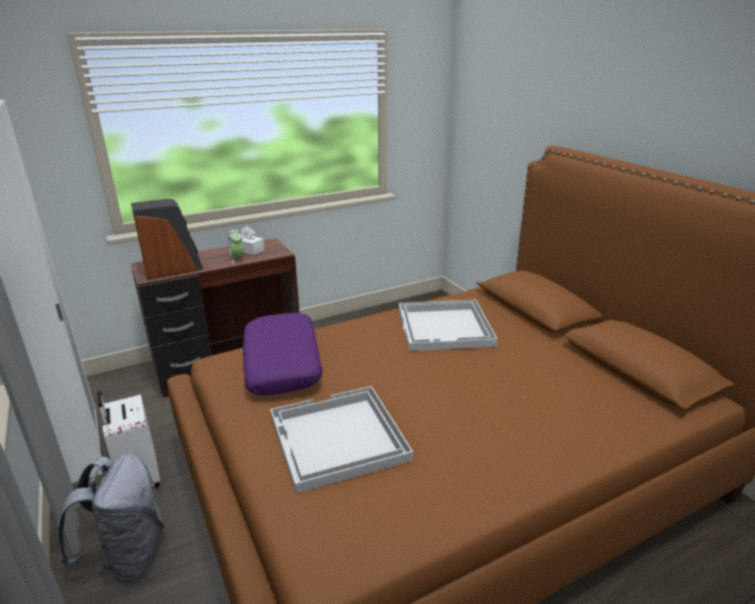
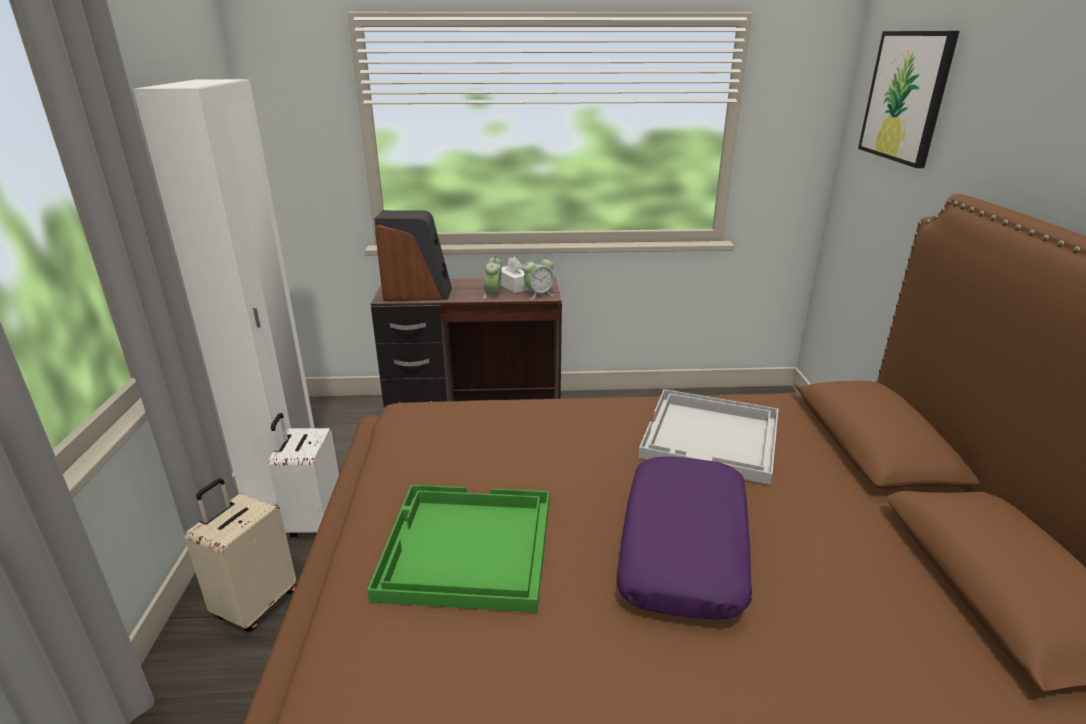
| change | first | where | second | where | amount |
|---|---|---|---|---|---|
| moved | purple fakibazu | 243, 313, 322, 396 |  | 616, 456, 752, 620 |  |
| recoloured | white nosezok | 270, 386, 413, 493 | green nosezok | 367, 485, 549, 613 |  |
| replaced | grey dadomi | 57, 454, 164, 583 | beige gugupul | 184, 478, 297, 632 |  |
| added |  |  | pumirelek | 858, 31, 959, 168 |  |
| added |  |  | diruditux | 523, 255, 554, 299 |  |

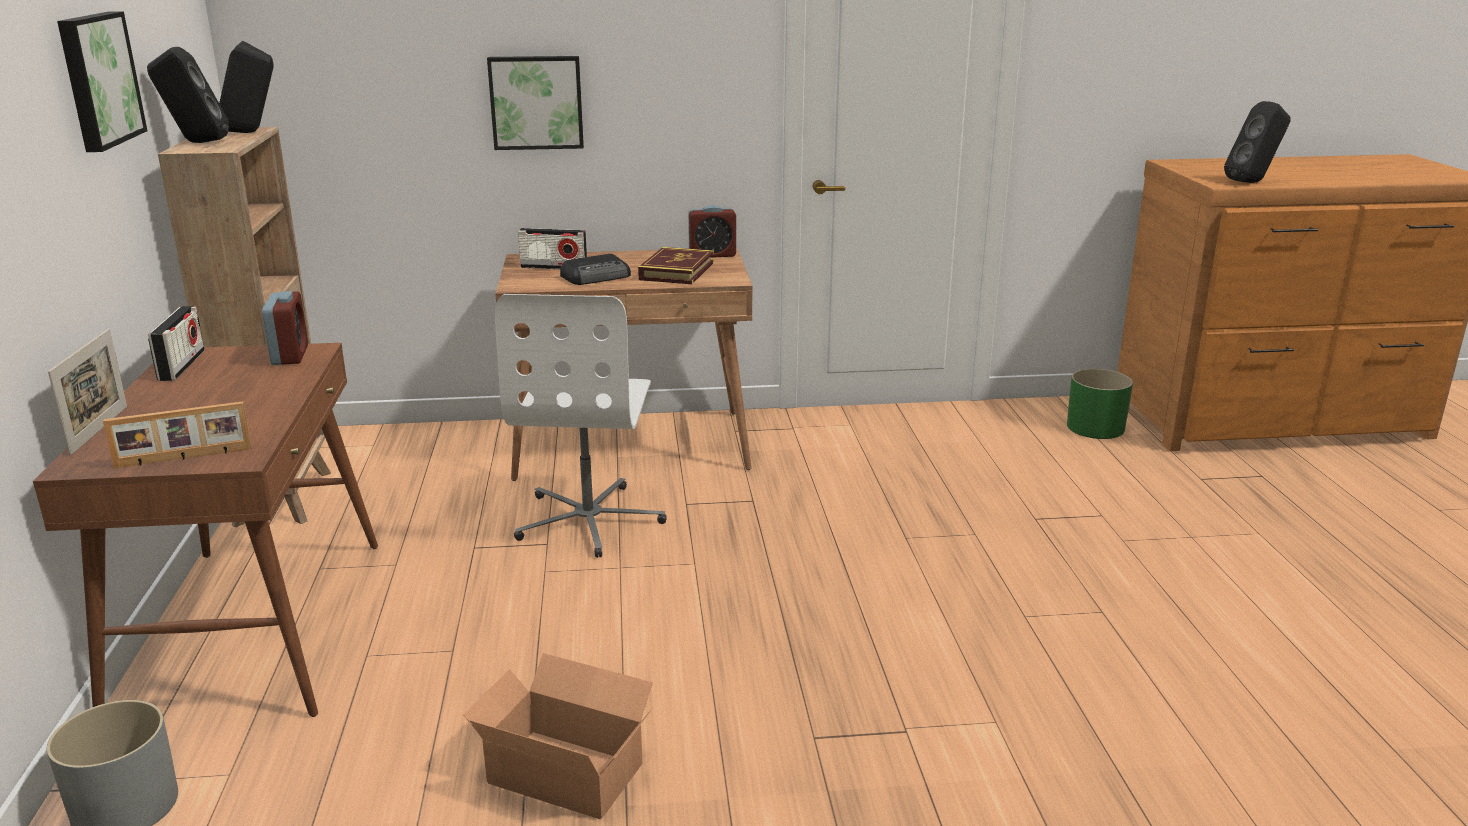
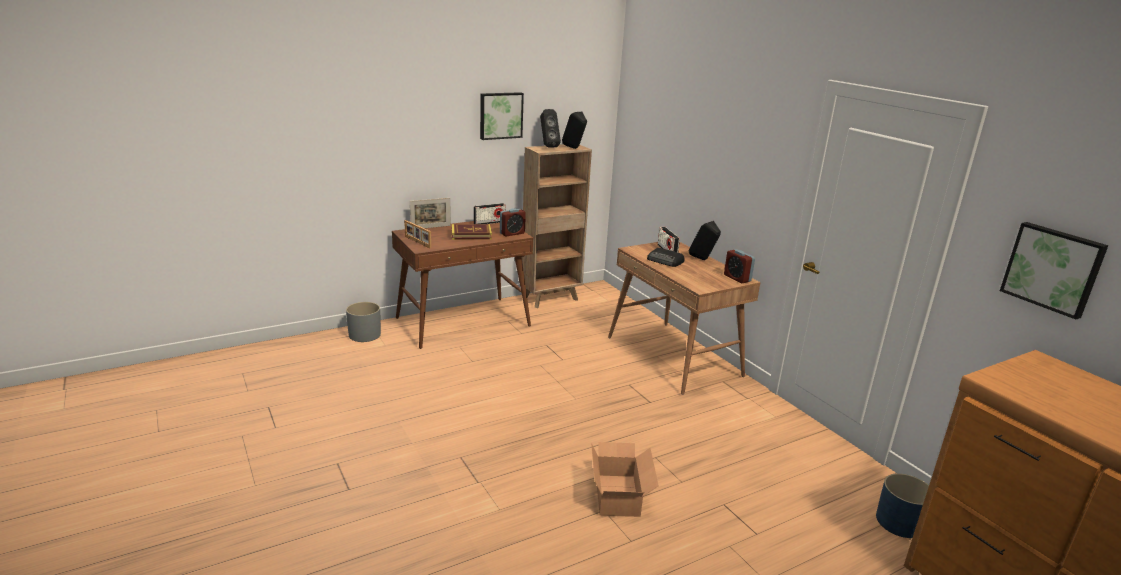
| change | first | where | second | where | amount |
|---|---|---|---|---|---|
| moved | pumirelek | 487, 56, 584, 150 |  | 1000, 222, 1108, 319 |  |
| moved | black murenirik | 1224, 101, 1291, 183 |  | 689, 221, 721, 260 |  |
| moved | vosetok | 638, 247, 714, 284 |  | 452, 224, 492, 240 |  |
| removed | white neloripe | 495, 294, 667, 558 |  |  |  |
| recoloured | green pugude | 1067, 369, 1133, 439 | blue pugude | 876, 473, 929, 538 |  |
| moved | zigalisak | 463, 653, 654, 819 |  | 591, 442, 659, 517 |  |

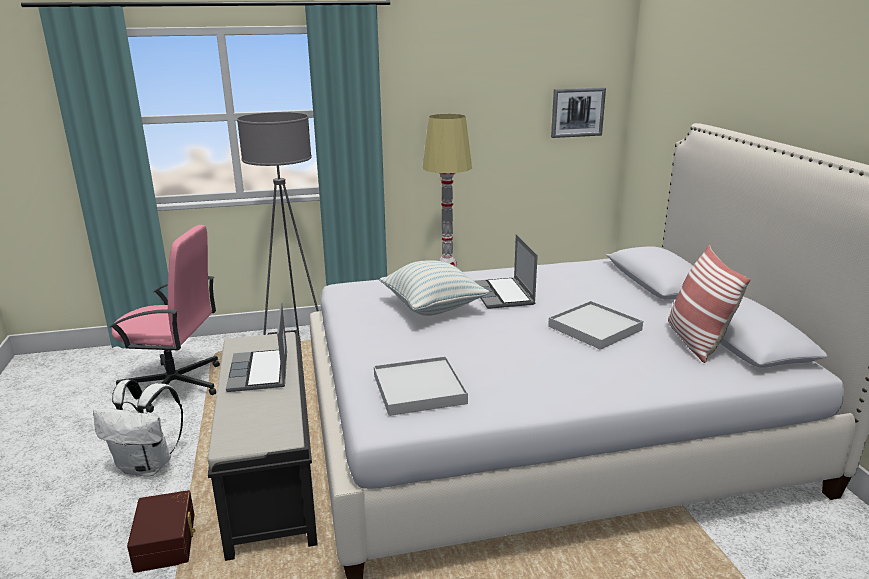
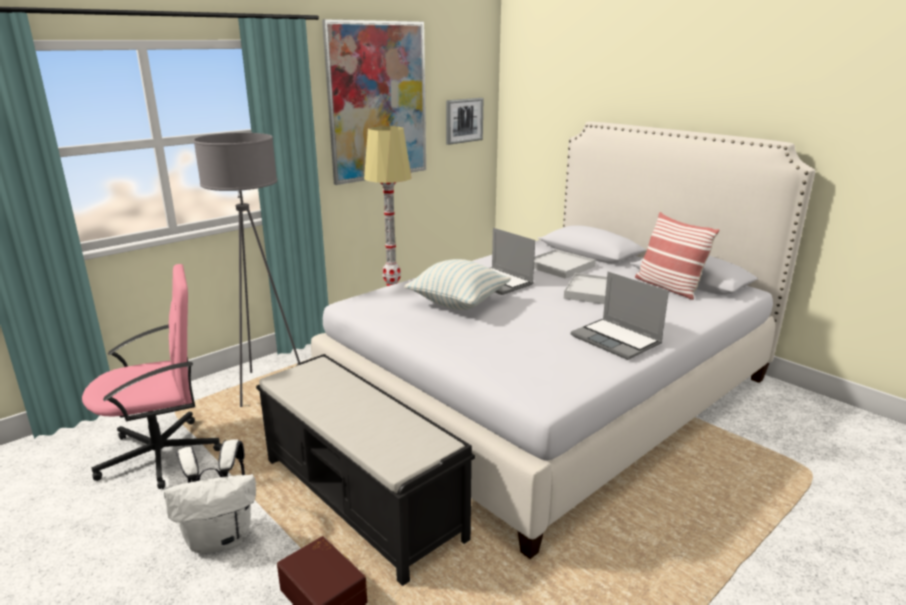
| change | first | where | second | where | amount |
|---|---|---|---|---|---|
| moved | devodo | 226, 302, 287, 392 |  | 571, 272, 669, 360 |  |
| moved | white nosezok | 374, 356, 468, 416 |  | 534, 249, 595, 279 |  |
| added |  |  | pumirelek | 322, 19, 426, 185 |  |

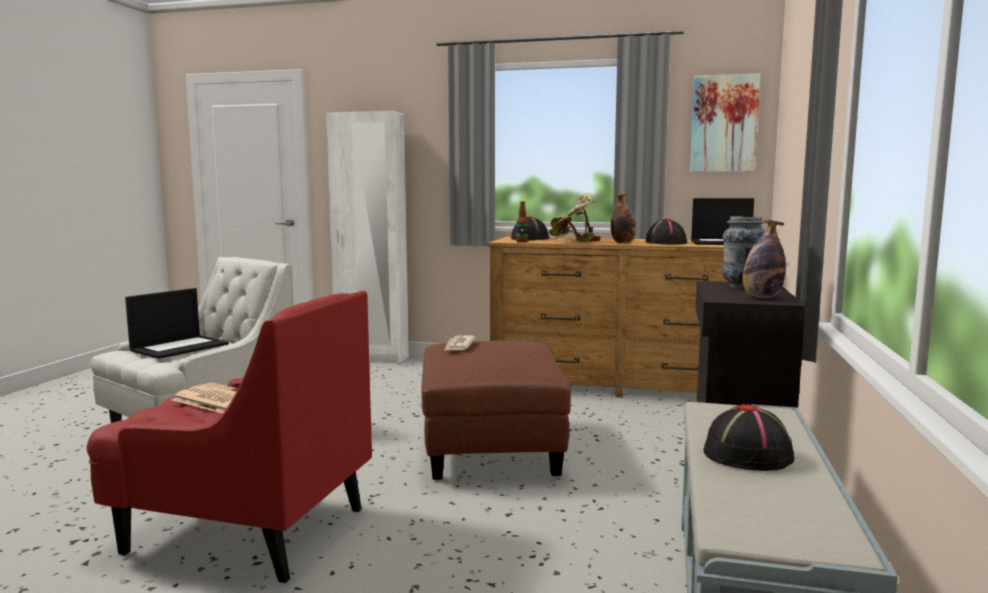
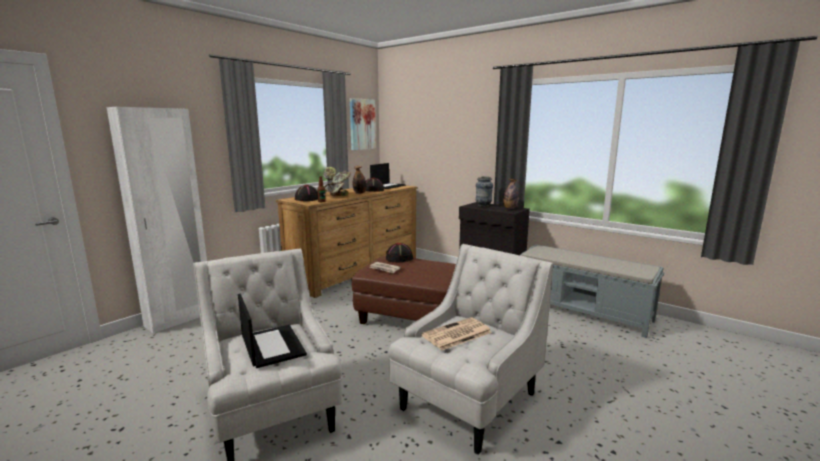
| change | first | where | second | where | amount |
|---|---|---|---|---|---|
| recoloured | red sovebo | 86, 291, 372, 583 | white sovebo | 389, 244, 553, 455 |  |
| moved | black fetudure | 703, 404, 795, 471 |  | 386, 243, 413, 263 |  |

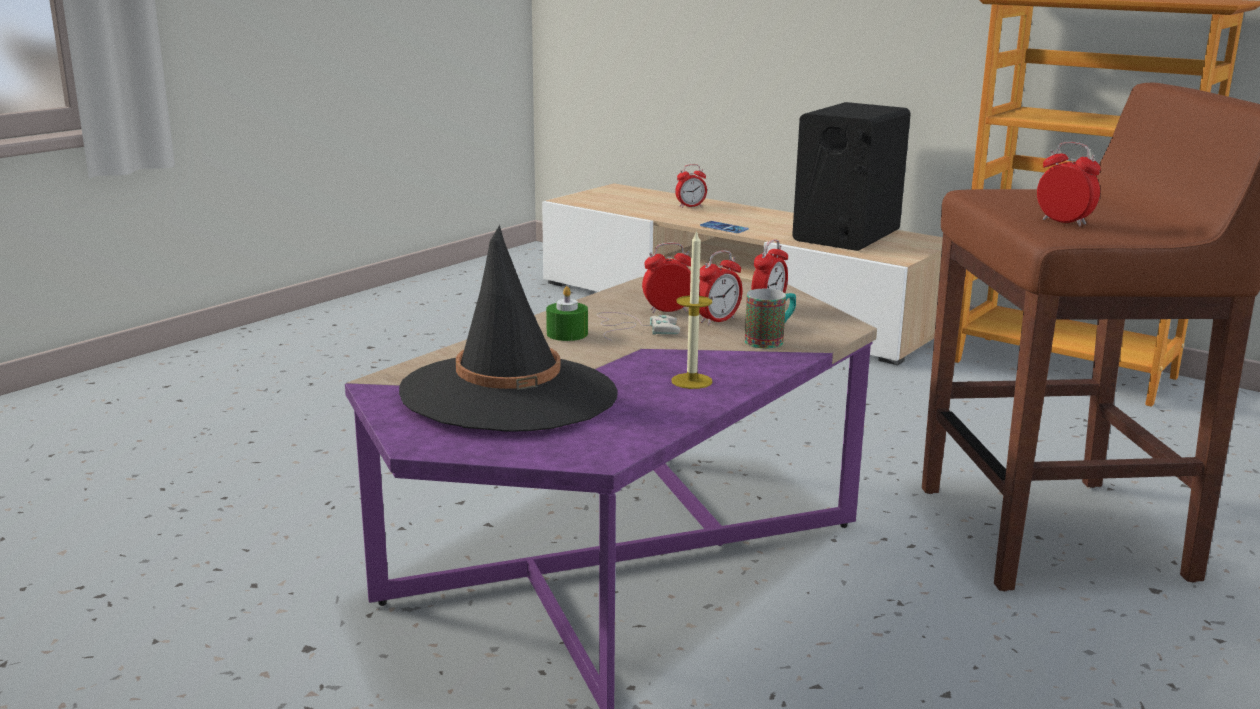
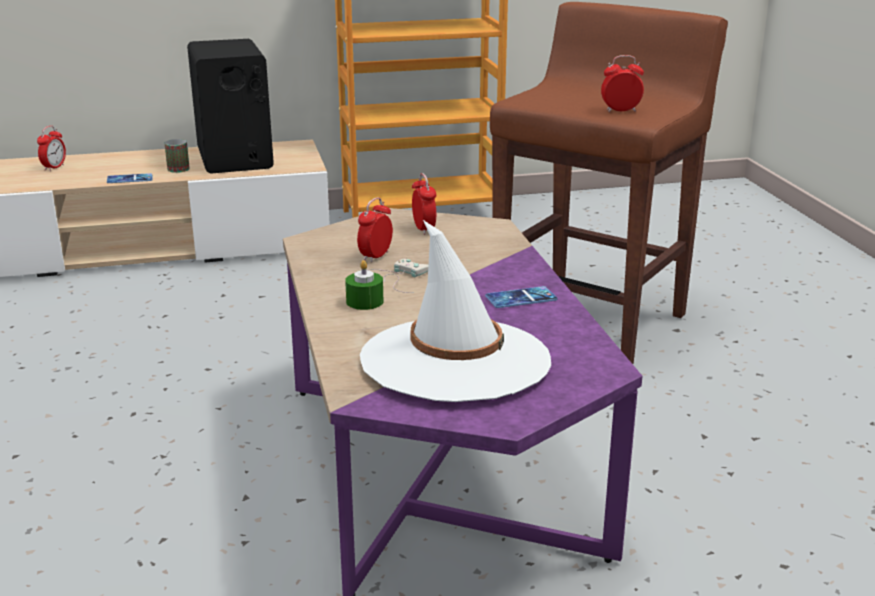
| change | first | where | second | where | amount |
|---|---|---|---|---|---|
| recoloured | black fetudure | 399, 225, 618, 432 | white fetudure | 360, 220, 551, 402 |  |
| replaced | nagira | 671, 230, 713, 389 | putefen | 485, 286, 557, 308 |  |
| removed | diruditux | 699, 250, 742, 325 |  |  |  |
| moved | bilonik | 745, 289, 796, 348 |  | 164, 139, 190, 173 |  |

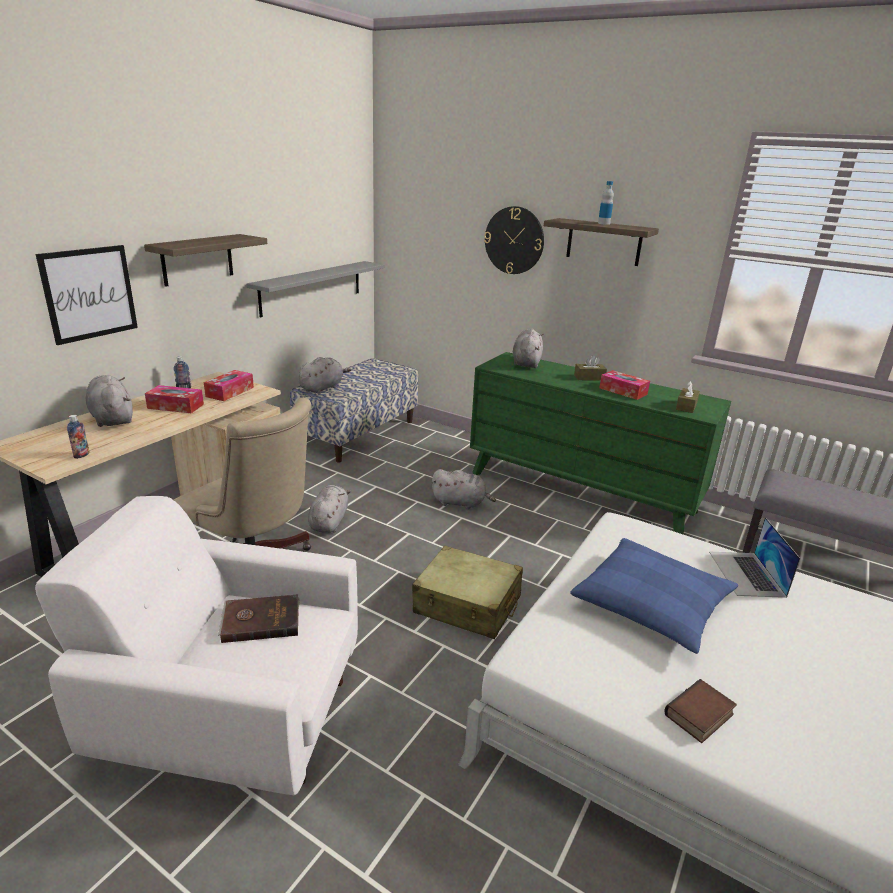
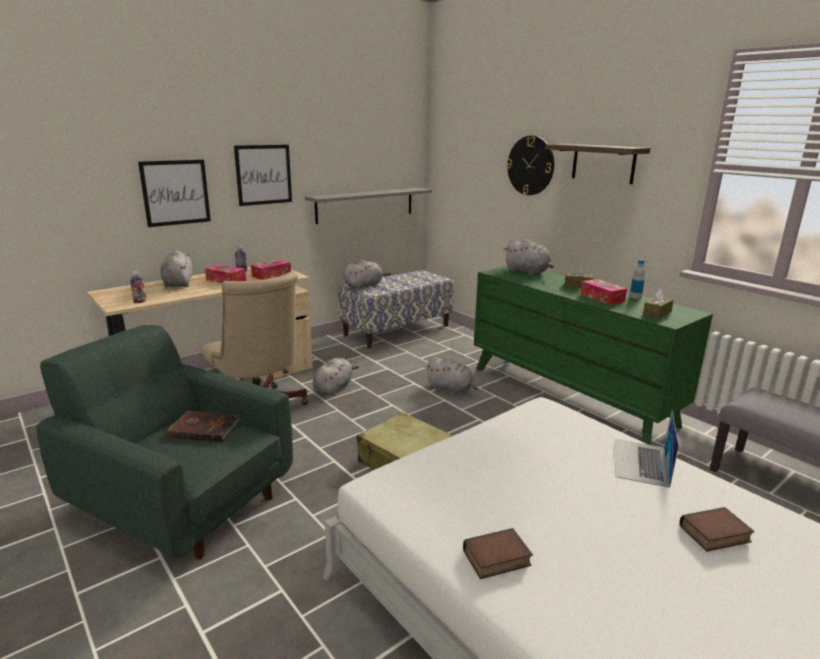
| change | first | where | second | where | amount |
|---|---|---|---|---|---|
| moved | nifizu | 598, 181, 614, 225 |  | 629, 260, 645, 299 |  |
| replaced | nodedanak | 144, 234, 267, 287 | pumirelek | 234, 145, 292, 206 |  |
| turned | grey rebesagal | 513, 329, 544, 368 |  | 503, 239, 554, 275 | 105 degrees clockwise |
| recoloured | white sovebo | 35, 496, 358, 795 | green sovebo | 36, 325, 293, 560 |  |
| removed | blue fakibazu | 570, 538, 738, 654 |  |  |  |
| added |  |  | vosetok | 680, 507, 754, 551 |  |

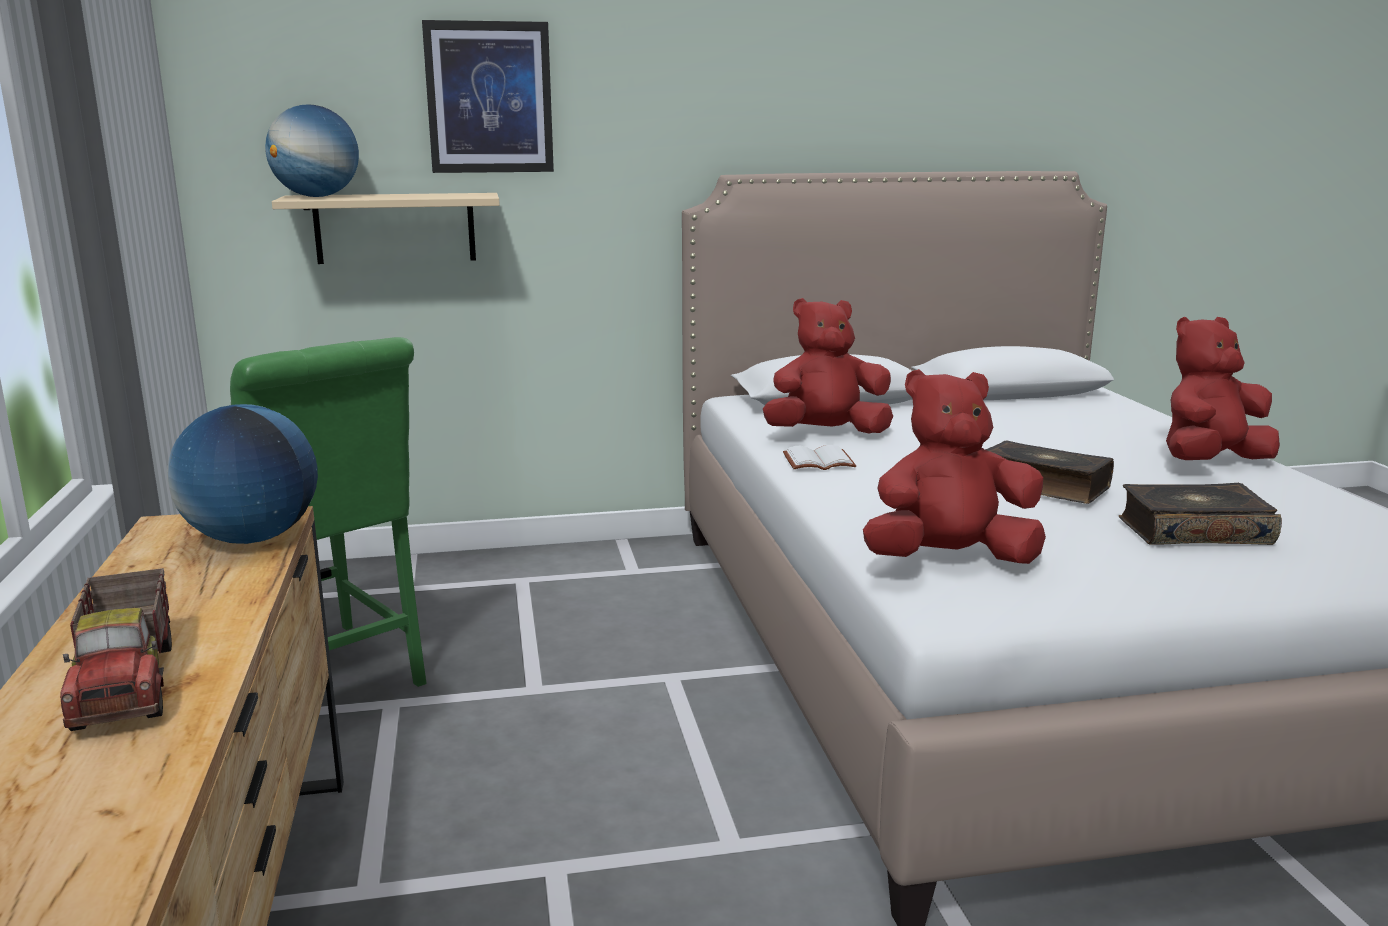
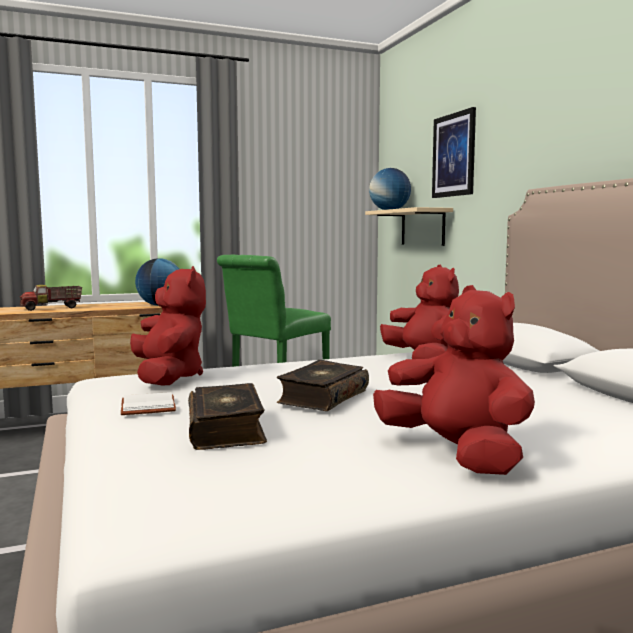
| change | first | where | second | where | amount |
|---|---|---|---|---|---|
| moved | white vosetok | 783, 445, 856, 470 |  | 121, 392, 176, 415 |  |

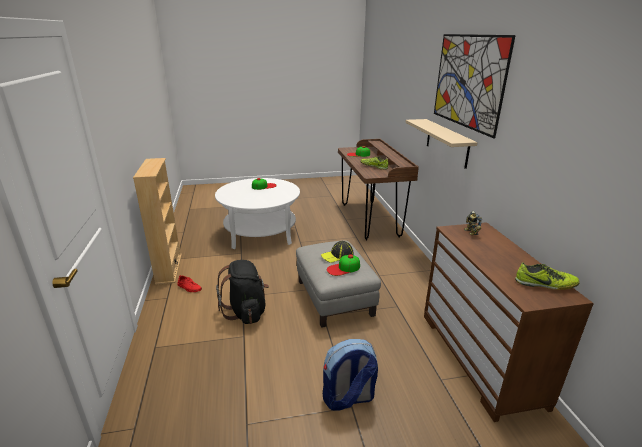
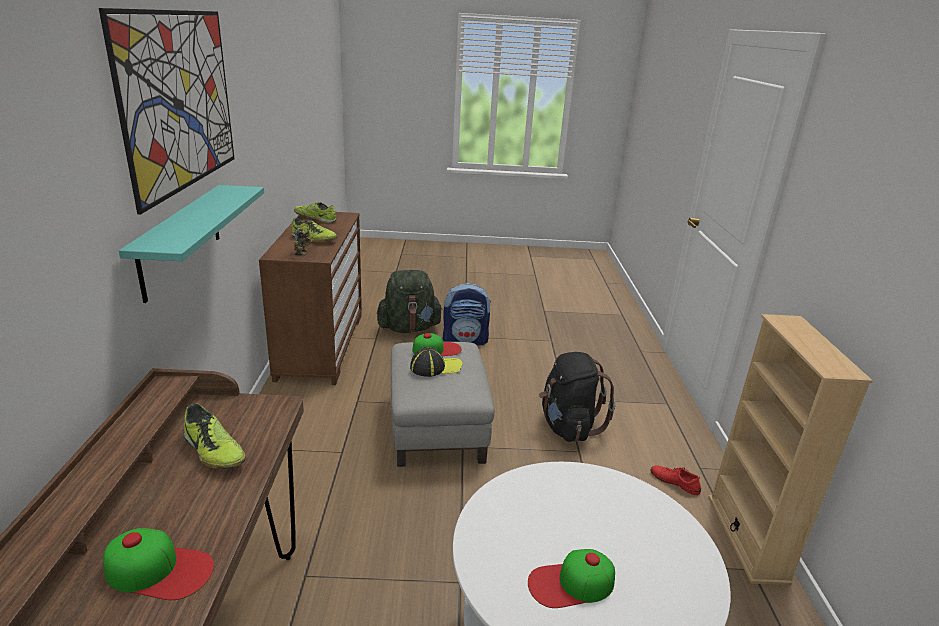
| change | first | where | second | where | amount |
|---|---|---|---|---|---|
| recoloured | beige nodedanak | 405, 119, 477, 169 | turquoise nodedanak | 119, 185, 264, 303 |  |
| added |  |  | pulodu | 292, 217, 337, 242 |  |
| added |  |  | green dadomi | 377, 270, 443, 333 |  |

